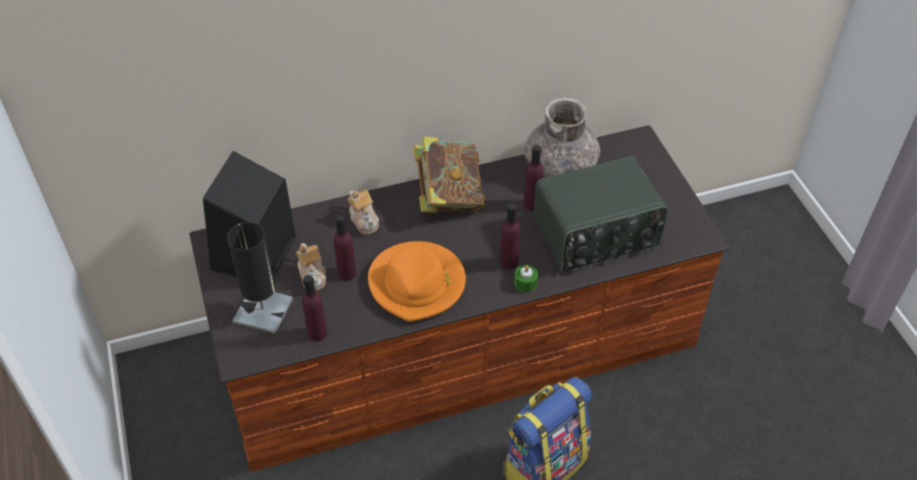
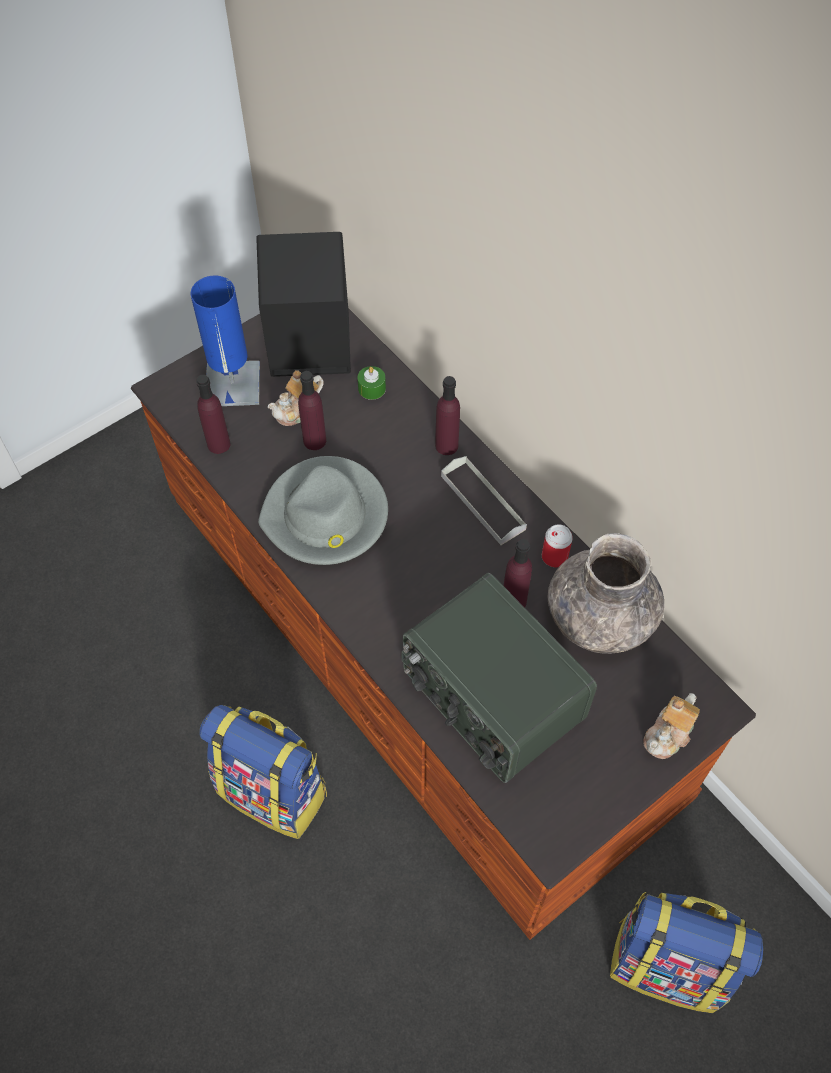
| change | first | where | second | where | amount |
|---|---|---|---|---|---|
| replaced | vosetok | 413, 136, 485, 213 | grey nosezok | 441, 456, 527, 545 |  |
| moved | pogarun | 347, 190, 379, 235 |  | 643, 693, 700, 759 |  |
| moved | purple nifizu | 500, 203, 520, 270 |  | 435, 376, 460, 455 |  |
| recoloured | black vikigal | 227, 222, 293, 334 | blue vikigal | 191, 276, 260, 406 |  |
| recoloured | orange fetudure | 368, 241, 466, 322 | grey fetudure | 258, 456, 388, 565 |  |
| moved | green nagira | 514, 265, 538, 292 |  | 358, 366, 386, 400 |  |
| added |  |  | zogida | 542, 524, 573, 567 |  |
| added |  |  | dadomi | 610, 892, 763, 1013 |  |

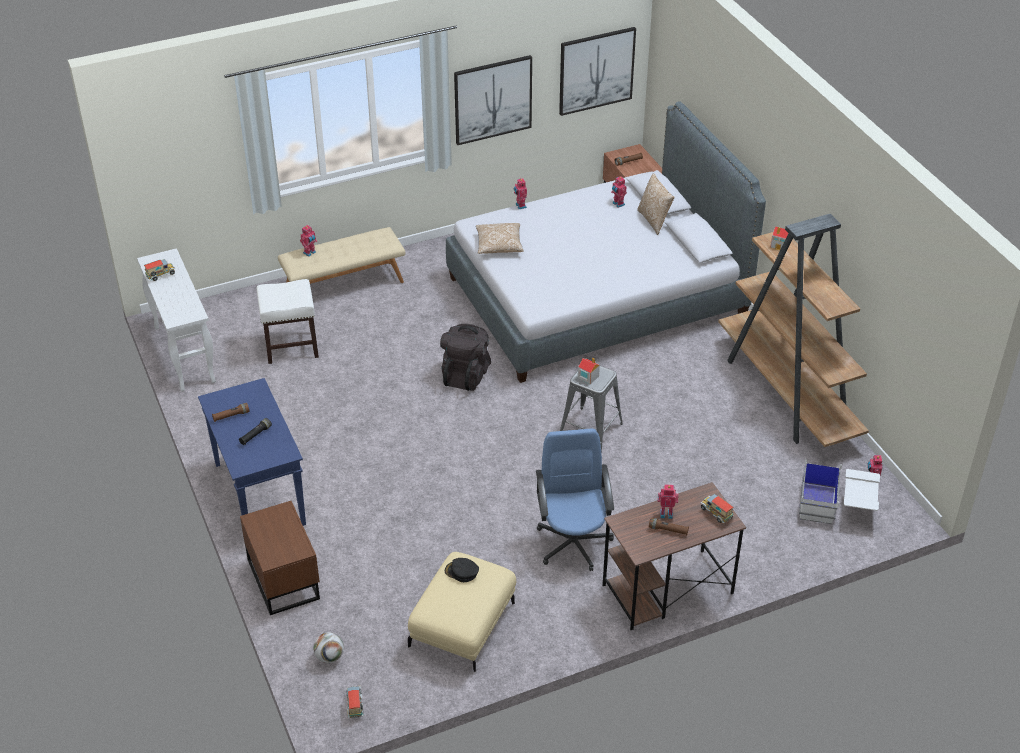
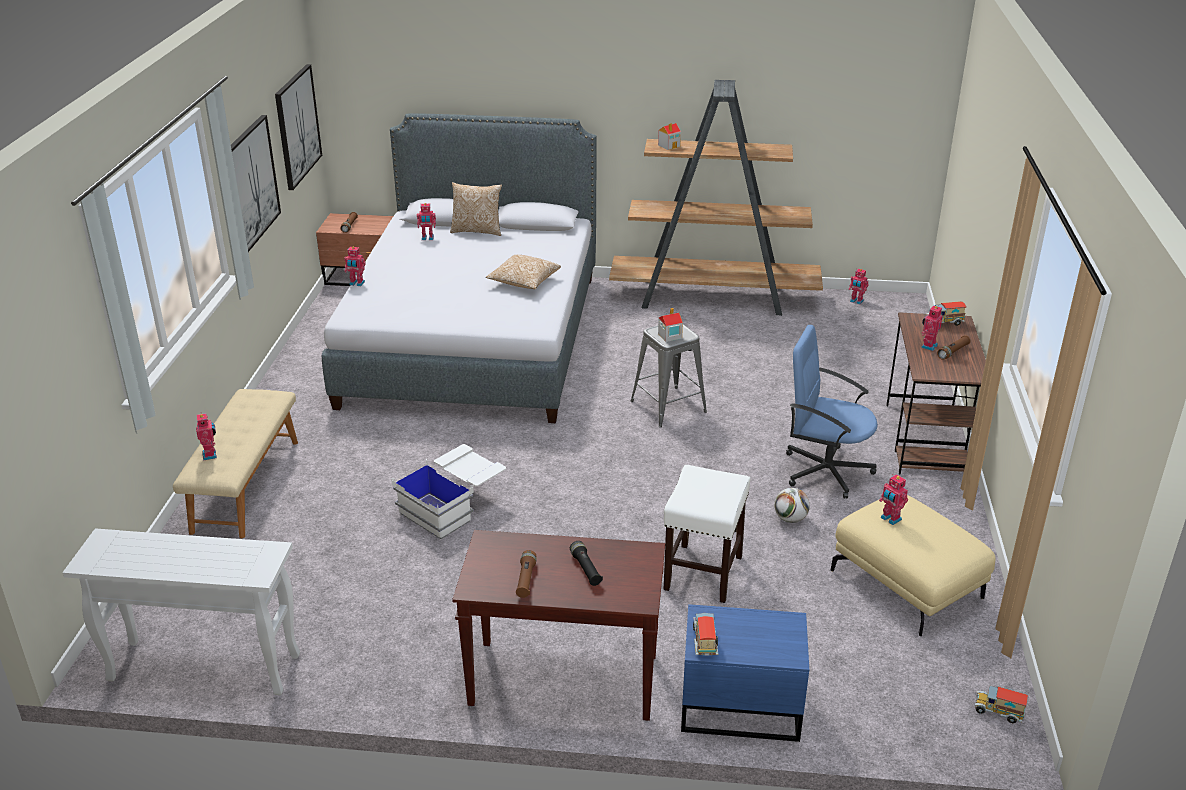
| change | first | where | second | where | amount |
|---|---|---|---|---|---|
| moved | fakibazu | 476, 223, 524, 254 |  | 486, 255, 561, 289 |  |
| moved | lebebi | 144, 259, 175, 281 |  | 693, 613, 719, 656 |  |
| moved | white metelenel | 256, 279, 319, 364 |  | 664, 465, 750, 603 |  |
| removed | black dadomi | 440, 324, 491, 391 |  |  |  |
| recoloured | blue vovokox | 198, 378, 306, 526 | brown vovokox | 452, 530, 665, 721 |  |
| moved | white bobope | 799, 459, 880, 524 |  | 391, 444, 506, 539 |  |
| recoloured | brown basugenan | 240, 501, 320, 615 | blue basugenan | 681, 604, 809, 742 |  |
| replaced | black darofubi | 445, 558, 479, 582 | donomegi | 879, 474, 908, 525 |  |
| moved | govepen | 313, 632, 344, 663 |  | 774, 488, 810, 523 |  |

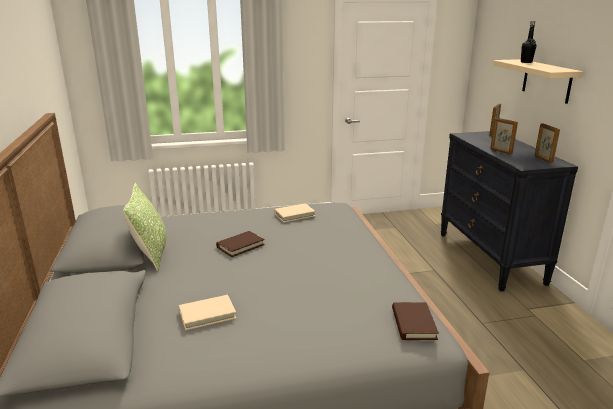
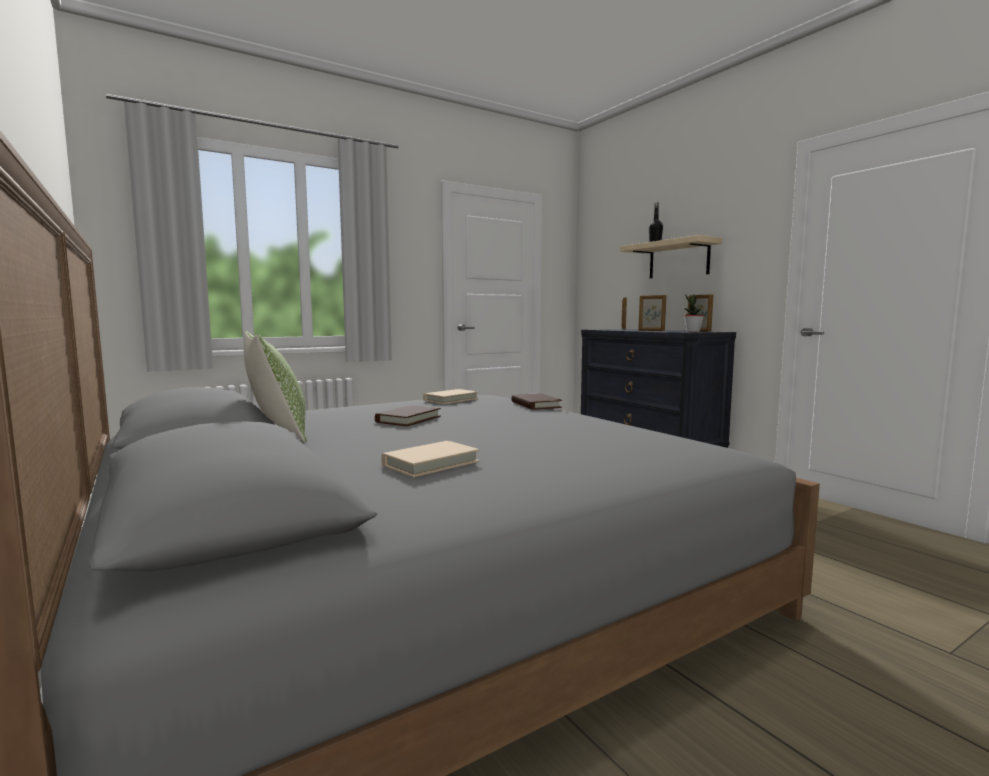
| change | first | where | second | where | amount |
|---|---|---|---|---|---|
| moved | brown vosetok | 392, 302, 439, 340 |  | 511, 393, 562, 410 |  |
| added |  |  | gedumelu | 684, 294, 704, 332 |  |

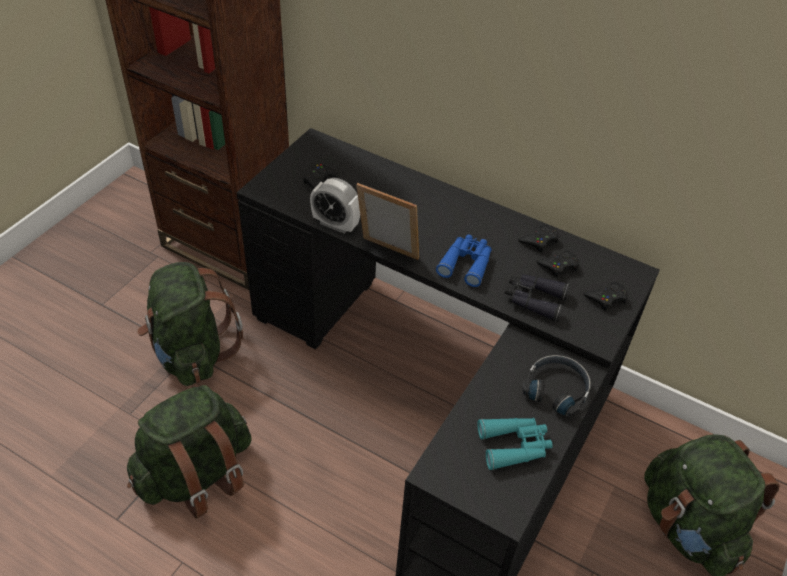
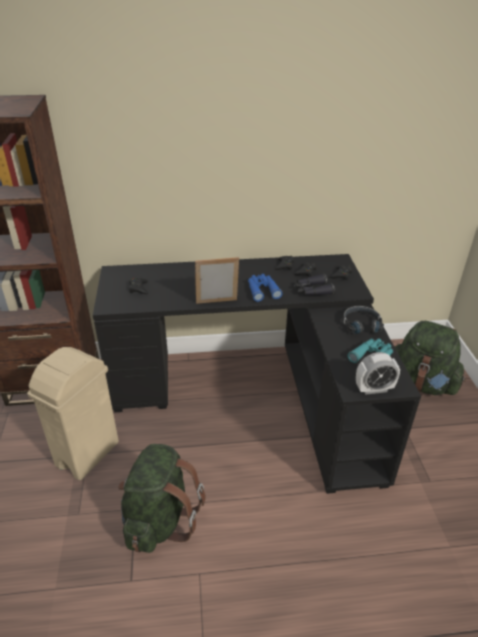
| change | first | where | second | where | amount |
|---|---|---|---|---|---|
| moved | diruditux | 310, 178, 360, 234 |  | 356, 352, 400, 395 |  |
| replaced | green dadomi | 137, 262, 243, 386 | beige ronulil | 27, 347, 119, 481 |  |

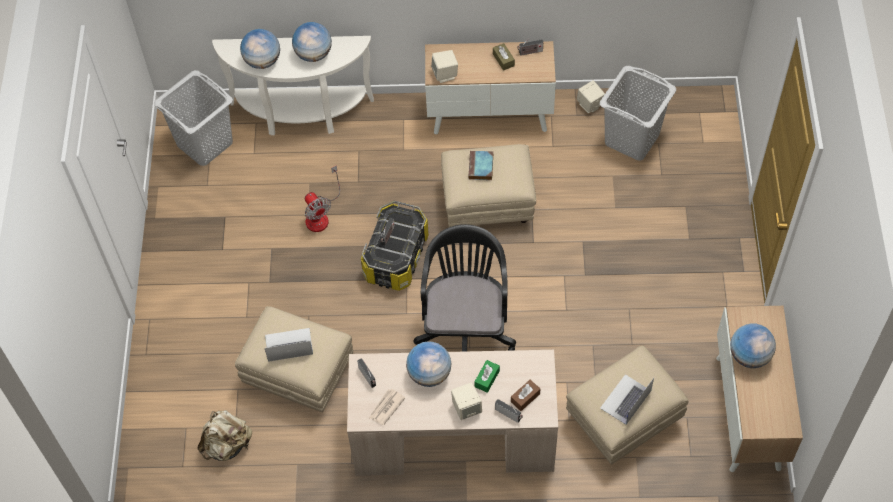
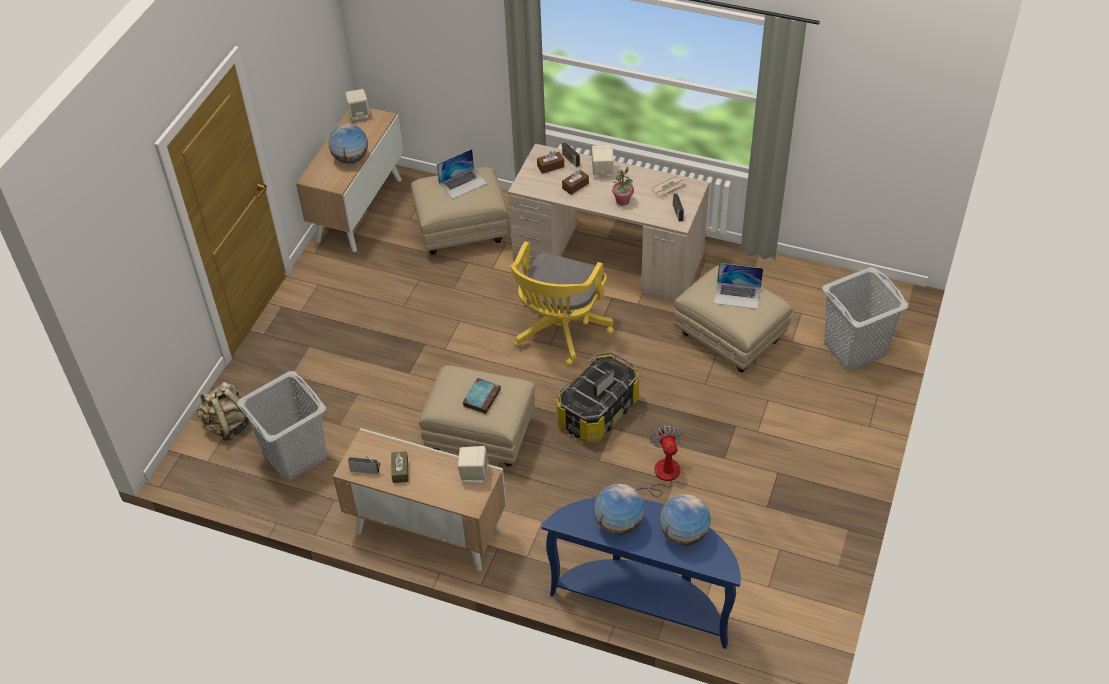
| change | first | where | second | where | amount |
|---|---|---|---|---|---|
| recoloured | white vovokox | 212, 36, 374, 135 | blue vovokox | 541, 497, 741, 649 |  |
| moved | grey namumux | 154, 70, 233, 166 |  | 822, 267, 909, 370 |  |
| moved | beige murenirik | 577, 80, 605, 113 |  | 345, 89, 370, 121 |  |
| recoloured | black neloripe | 413, 224, 516, 352 | yellow neloripe | 511, 241, 614, 366 |  |
| replaced | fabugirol | 406, 341, 452, 387 | gedumelu | 612, 167, 634, 206 |  |
| recoloured | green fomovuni | 474, 360, 500, 393 | brown fomovuni | 562, 170, 589, 195 |  |
| moved | beige dadomi | 198, 410, 252, 461 |  | 198, 382, 249, 441 |  |

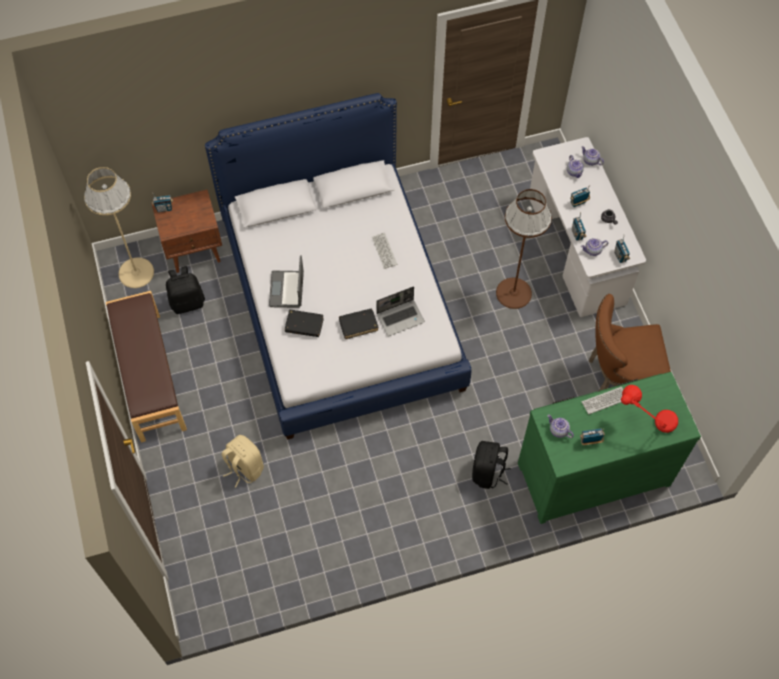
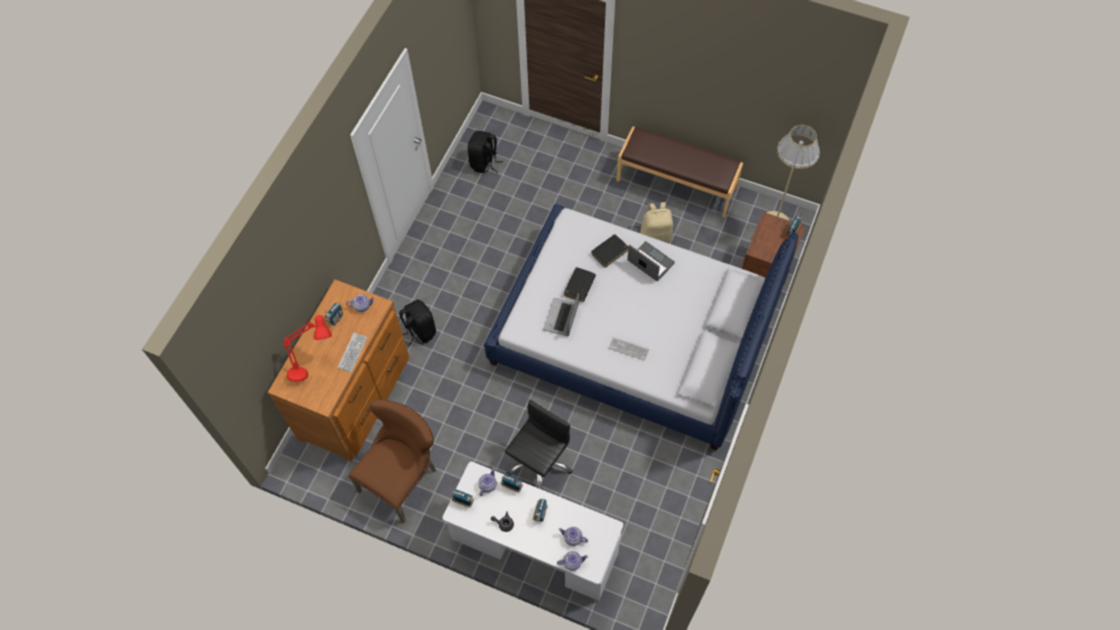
| change | first | where | second | where | amount |
|---|---|---|---|---|---|
| replaced | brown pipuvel | 496, 189, 552, 309 | black neloripe | 505, 400, 572, 490 |  |
| moved | black dadomi | 166, 266, 205, 314 |  | 468, 131, 503, 173 |  |
| recoloured | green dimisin | 518, 372, 701, 524 | brown dimisin | 267, 279, 409, 462 |  |
| moved | beige dadomi | 222, 435, 264, 488 |  | 640, 202, 673, 242 |  |

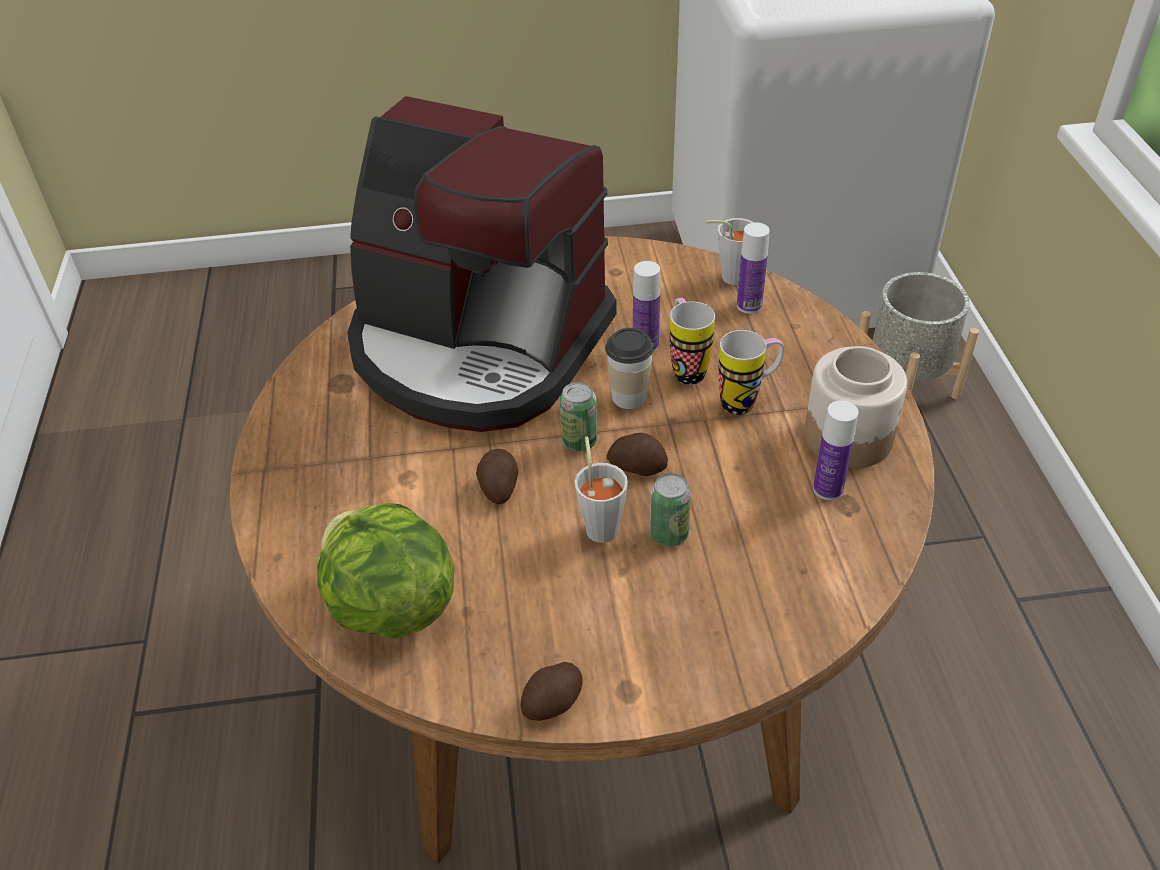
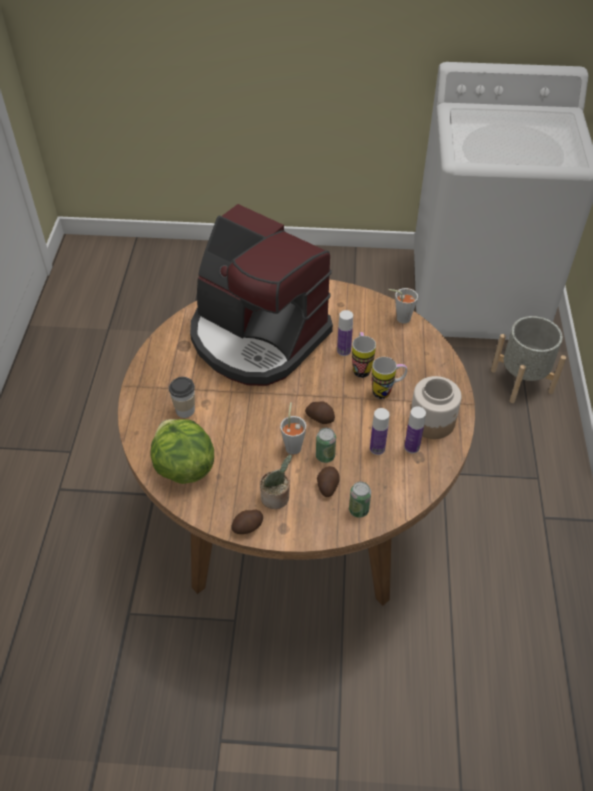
| change | first | where | second | where | amount |
|---|---|---|---|---|---|
| moved | nifizu | 737, 222, 770, 314 |  | 370, 408, 389, 455 |  |
| moved | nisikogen | 605, 328, 654, 409 |  | 169, 377, 195, 418 |  |
| moved | zogida | 560, 382, 597, 451 |  | 349, 482, 371, 518 |  |
| moved | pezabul | 476, 449, 518, 504 |  | 317, 466, 340, 497 |  |
| added |  |  | gedumelu | 260, 454, 292, 509 |  |

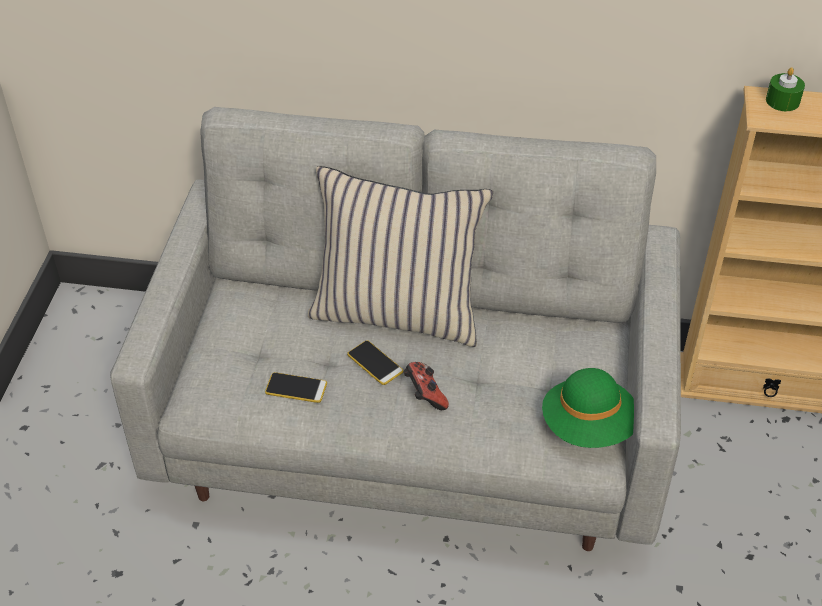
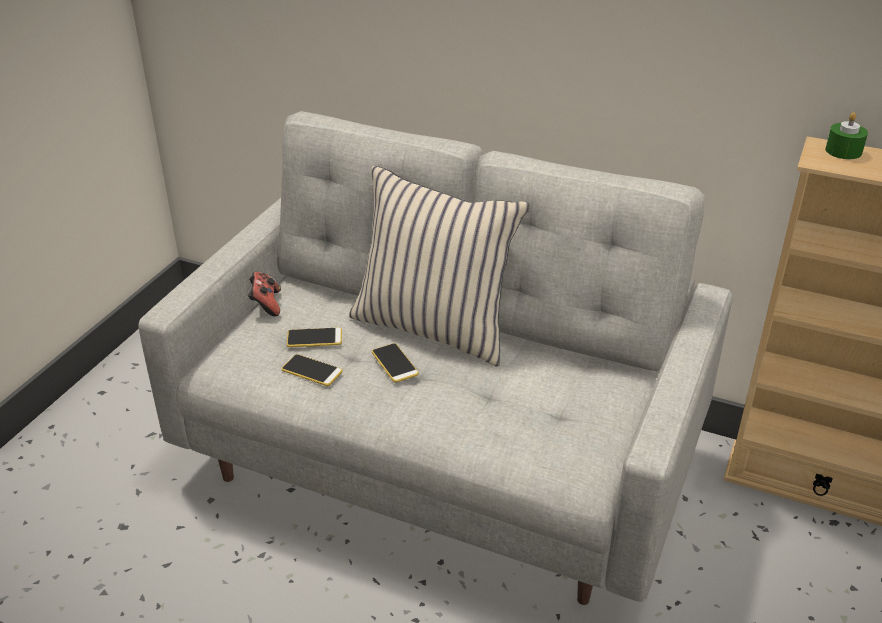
| change | first | where | second | where | amount |
|---|---|---|---|---|---|
| moved | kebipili | 403, 362, 449, 410 |  | 248, 272, 281, 316 |  |
| removed | green fetudure | 542, 368, 634, 448 |  |  |  |
| added |  |  | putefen | 287, 328, 342, 347 |  |

